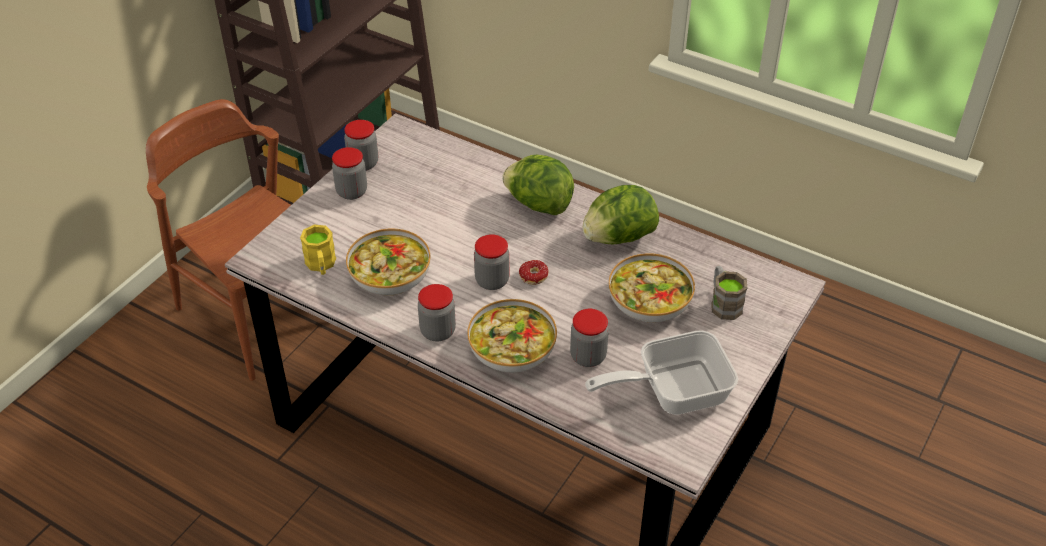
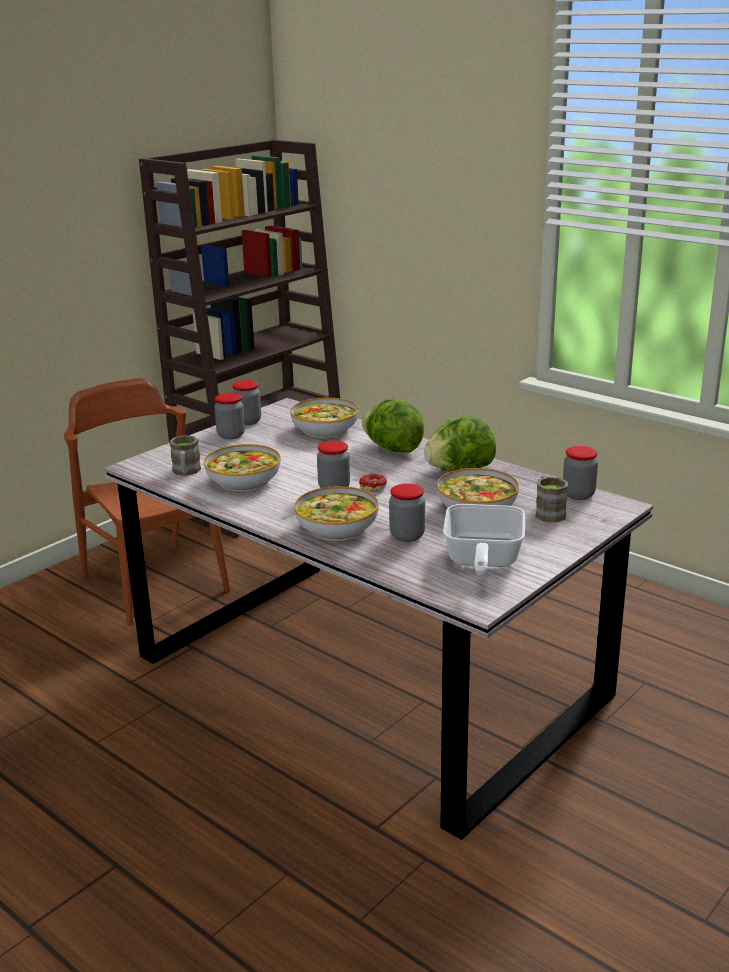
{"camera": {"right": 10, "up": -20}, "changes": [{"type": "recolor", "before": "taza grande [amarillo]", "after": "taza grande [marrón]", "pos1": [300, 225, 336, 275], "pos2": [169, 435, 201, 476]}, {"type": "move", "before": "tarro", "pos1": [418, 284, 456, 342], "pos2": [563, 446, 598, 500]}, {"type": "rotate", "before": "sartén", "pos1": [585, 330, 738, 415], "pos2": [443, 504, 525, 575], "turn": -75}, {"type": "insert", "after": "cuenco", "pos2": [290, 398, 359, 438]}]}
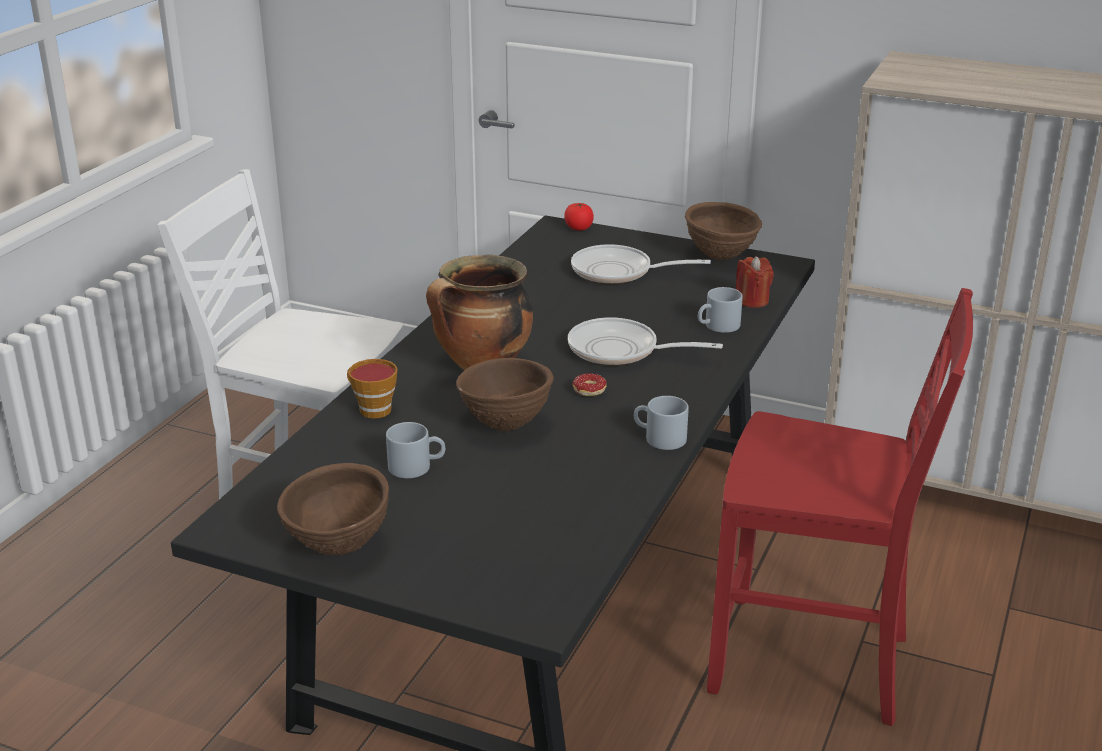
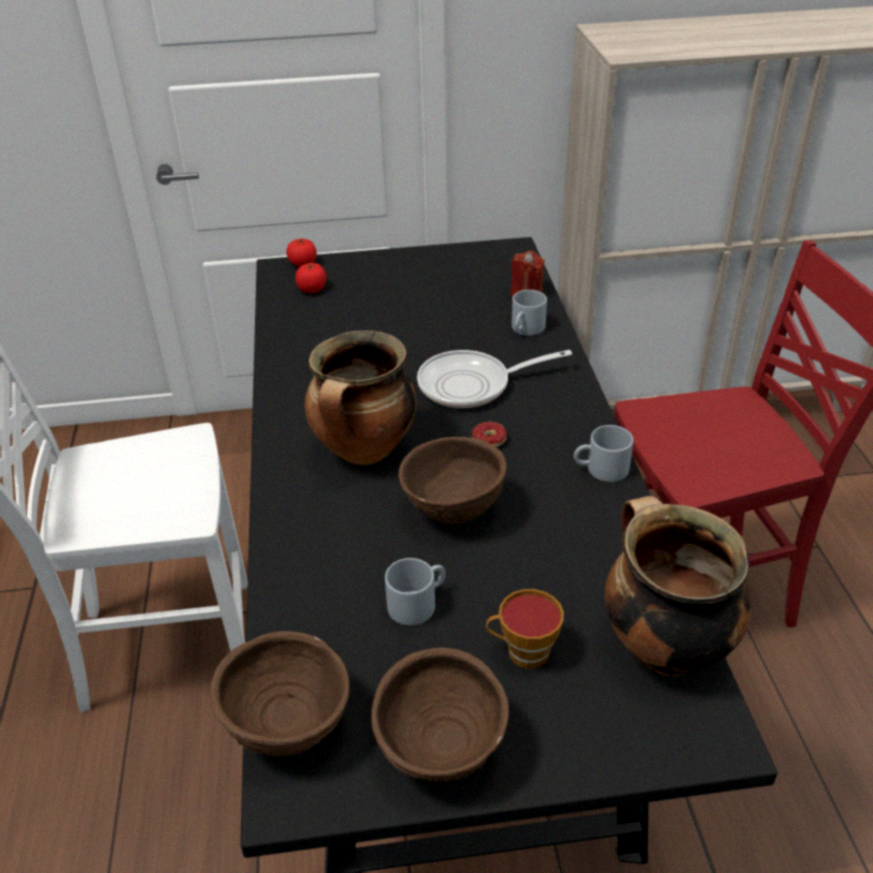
{"camera": {"right": -30, "up": 10}, "changes": [{"type": "move", "before": "cuenco [marrón]", "pos1": [685, 202, 762, 260], "pos2": [210, 631, 350, 756]}, {"type": "delete", "before": "sartén", "pos1": [571, 244, 711, 284]}, {"type": "move", "before": "taza", "pos1": [347, 359, 398, 419], "pos2": [486, 589, 564, 669]}, {"type": "insert", "after": "tomate", "pos2": [295, 263, 326, 293]}, {"type": "insert", "after": "olla", "pos2": [605, 496, 751, 676]}]}
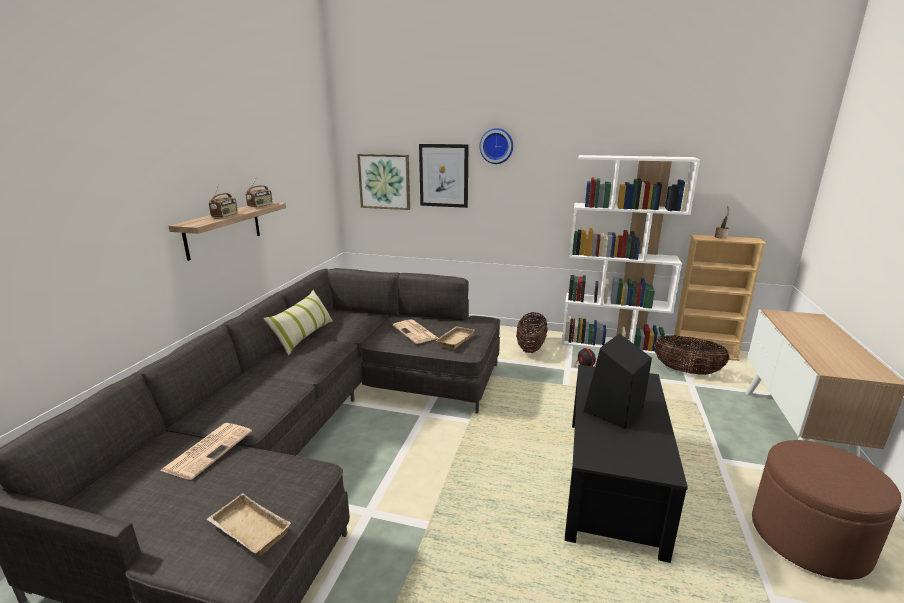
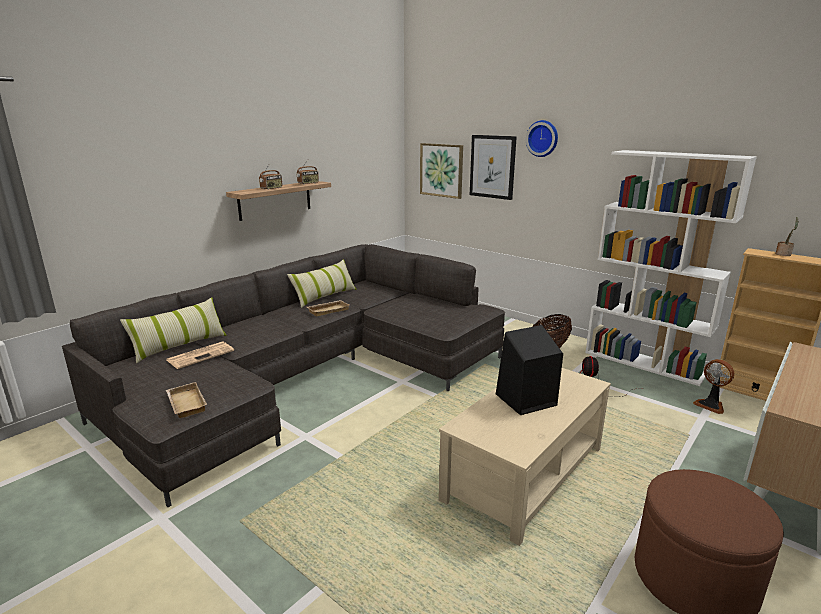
{"camera": {"right": 25, "up": 0}, "changes": [{"type": "delete", "before": "periódico", "pos1": [393, 319, 438, 344]}, {"type": "move", "before": "bandeja [beis]", "pos1": [435, 326, 474, 349], "pos2": [307, 300, 349, 316]}, {"type": "replace", "before": "cesta", "after": "ventilador", "pos1": [654, 335, 729, 375], "pos2": [693, 359, 734, 414]}, {"type": "recolor", "before": "mesa de centro [negro]", "after": "mesa de centro [beis]", "pos1": [565, 365, 688, 563], "pos2": [439, 368, 611, 546]}, {"type": "insert", "after": "cojín", "pos2": [120, 297, 227, 363]}]}
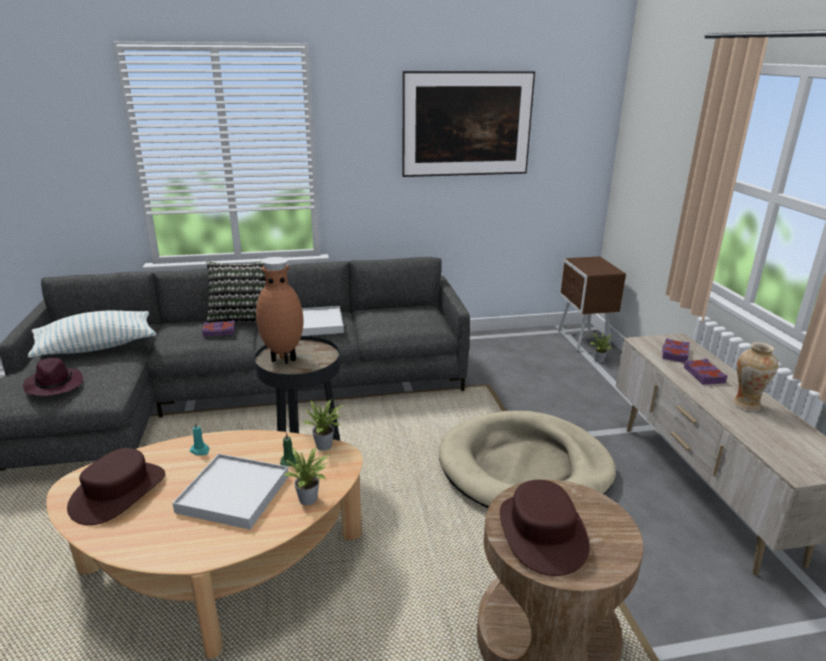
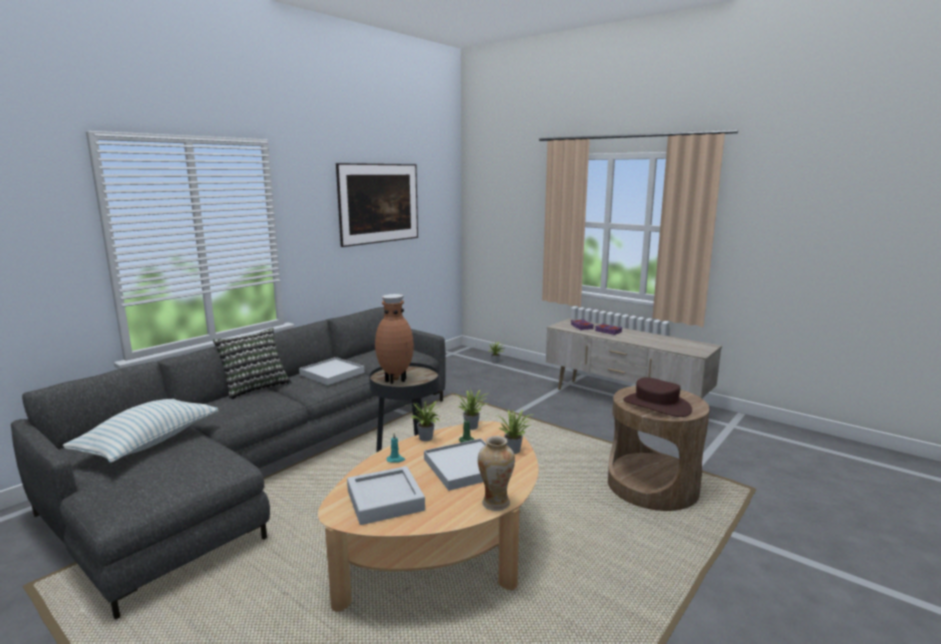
{"camera": {"right": -40, "up": -10}, "changes": [{"type": "delete", "before": "mesita de noche [marrón]", "pos1": [558, 256, 626, 351]}, {"type": "delete", "before": "libro [morado]", "pos1": [202, 320, 235, 337]}, {"type": "move", "before": "florero", "pos1": [732, 342, 778, 412], "pos2": [478, 436, 515, 511]}, {"type": "delete", "before": "sombrero [morado]", "pos1": [23, 358, 83, 396]}, {"type": "delete", "before": "cama para perro [beis]", "pos1": [439, 411, 616, 508]}, {"type": "replace", "before": "sombrero [marrón]", "after": "bandeja [gris]", "pos1": [67, 448, 165, 525], "pos2": [347, 466, 425, 525]}, {"type": "insert", "after": "planta en maceta", "pos2": [408, 400, 440, 441]}]}
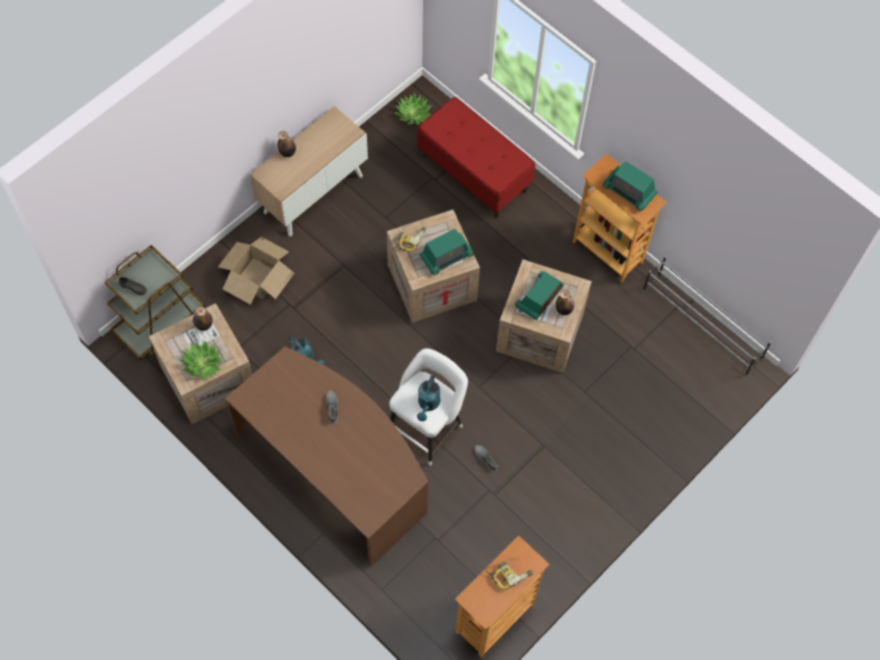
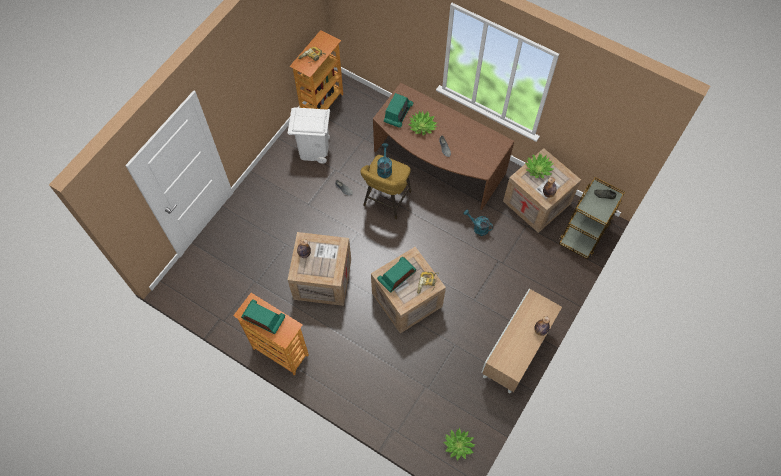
{"camera": {"right": 170, "up": 0}, "changes": [{"type": "delete", "before": "banco [rojo]", "pos1": [417, 97, 535, 218]}, {"type": "delete", "before": "caja de cartón", "pos1": [218, 237, 294, 305]}, {"type": "delete", "before": "zapatero [gris]", "pos1": [642, 256, 771, 376]}, {"type": "move", "before": "radio", "pos1": [515, 271, 564, 320], "pos2": [384, 93, 413, 128]}, {"type": "recolor", "before": "taburete [blanco]", "after": "taburete [amarillo]", "pos1": [389, 348, 468, 466], "pos2": [360, 155, 411, 219]}, {"type": "insert", "after": "papelera [blanco]", "pos2": [288, 107, 330, 163]}, {"type": "insert", "after": "planta en maceta", "pos2": [408, 111, 438, 135]}]}
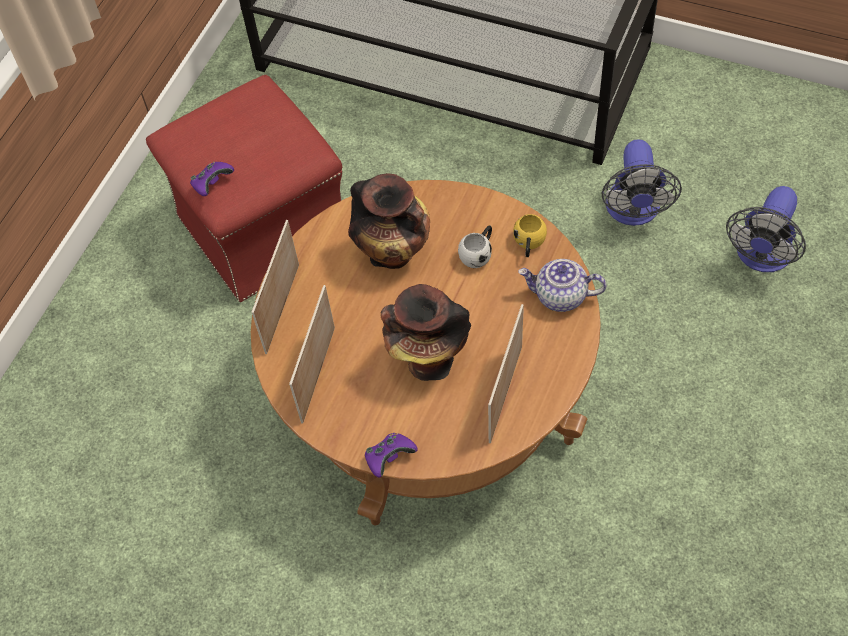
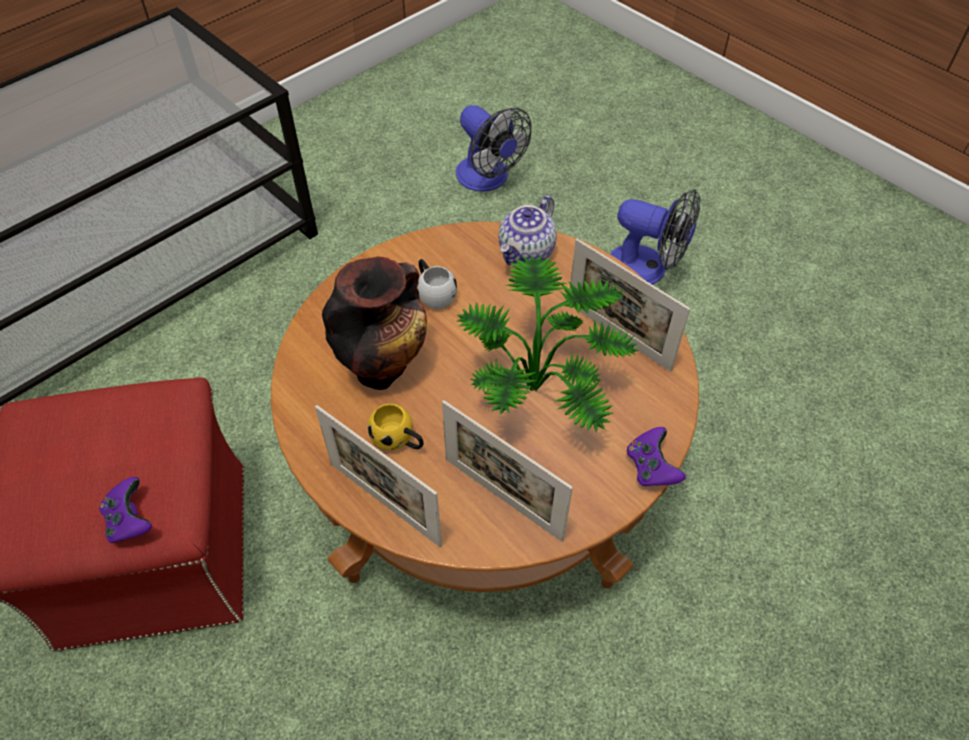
{"camera": {"right": -70, "up": -5}, "changes": [{"type": "move", "before": "ventilador", "pos1": [602, 139, 682, 226], "pos2": [610, 189, 700, 285]}, {"type": "move", "before": "taza grande [amarillo]", "pos1": [513, 214, 547, 257], "pos2": [367, 403, 424, 451]}, {"type": "replace", "before": "florero", "after": "planta en maceta", "pos1": [381, 284, 471, 381], "pos2": [457, 256, 639, 433]}]}
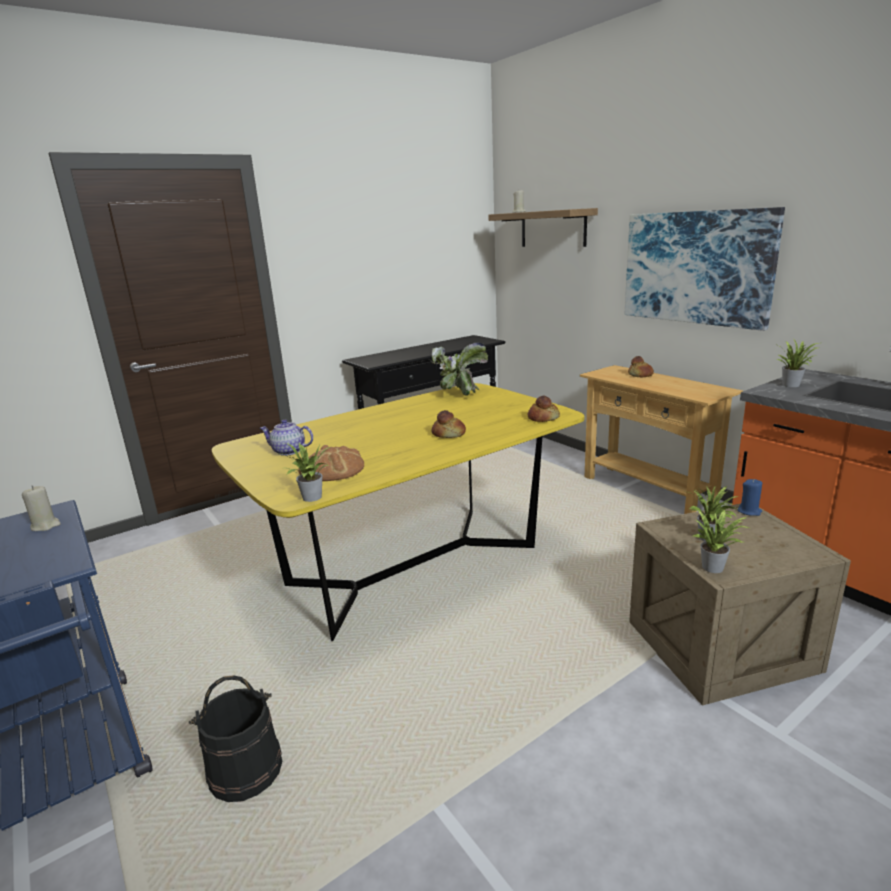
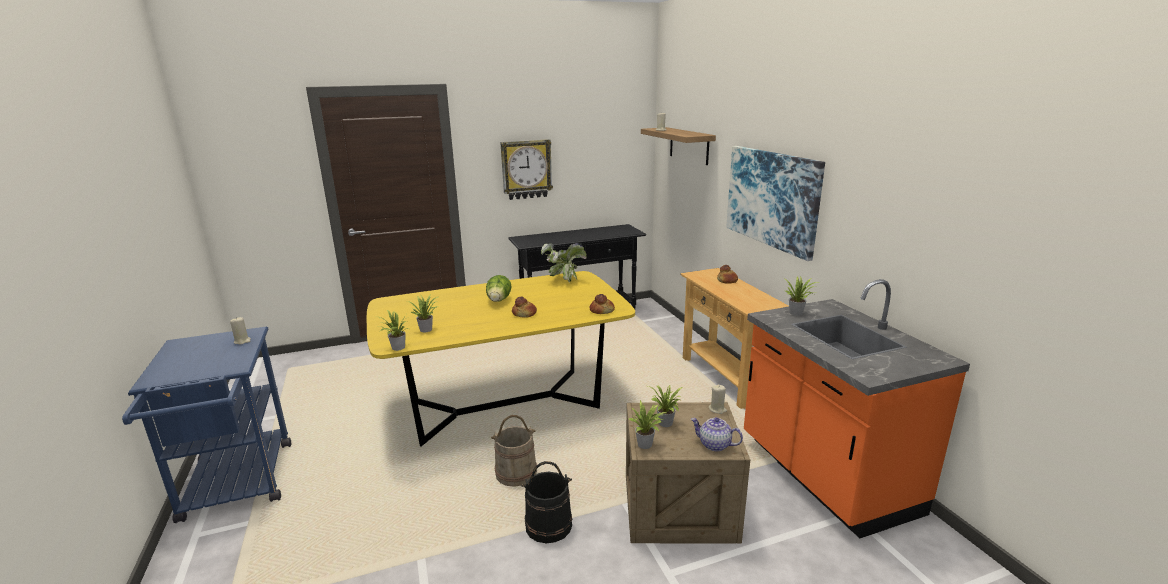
{"camera": {"right": 15, "up": 0}, "changes": [{"type": "move", "before": "tetera", "pos1": [260, 419, 313, 455], "pos2": [691, 417, 743, 451]}, {"type": "replace", "before": "pan", "after": "planta en maceta", "pos1": [298, 445, 364, 481], "pos2": [407, 294, 438, 332]}, {"type": "recolor", "before": "vela [azul]", "after": "vela [beis]", "pos1": [737, 479, 762, 516], "pos2": [709, 385, 727, 414]}, {"type": "move", "before": "cubo [negro]", "pos1": [189, 675, 282, 802], "pos2": [521, 461, 572, 543]}, {"type": "insert", "after": "reloj de pared", "pos2": [500, 139, 553, 200]}, {"type": "insert", "after": "lechuga", "pos2": [486, 275, 512, 302]}, {"type": "insert", "after": "cubo [beis]", "pos2": [491, 415, 537, 487]}]}
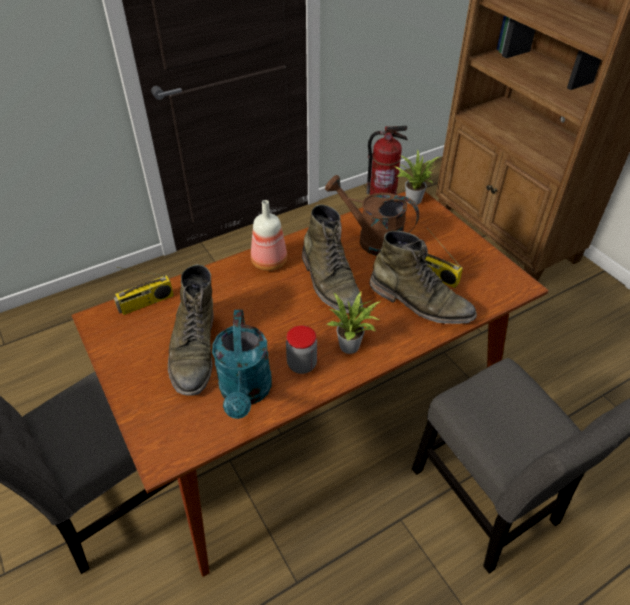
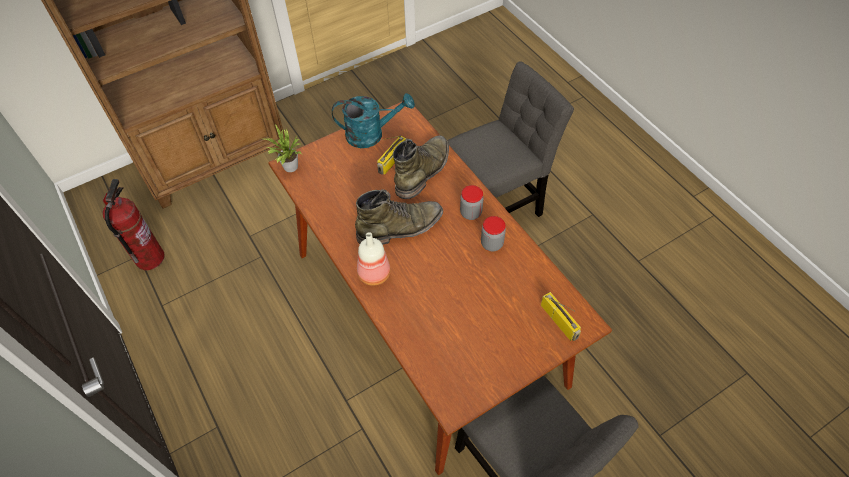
{"camera": {"right": -90, "up": 10}, "changes": [{"type": "delete", "before": "regadera [marrón]", "pos1": [325, 175, 419, 256]}, {"type": "delete", "before": "bota [verde]", "pos1": [168, 264, 214, 396]}, {"type": "move", "before": "radio", "pos1": [114, 267, 174, 315], "pos2": [541, 292, 581, 341]}, {"type": "replace", "before": "planta en maceta", "after": "tarro", "pos1": [326, 292, 381, 354], "pos2": [460, 185, 483, 220]}, {"type": "move", "before": "regadera [turquesa]", "pos1": [212, 309, 272, 419], "pos2": [332, 93, 415, 148]}]}
